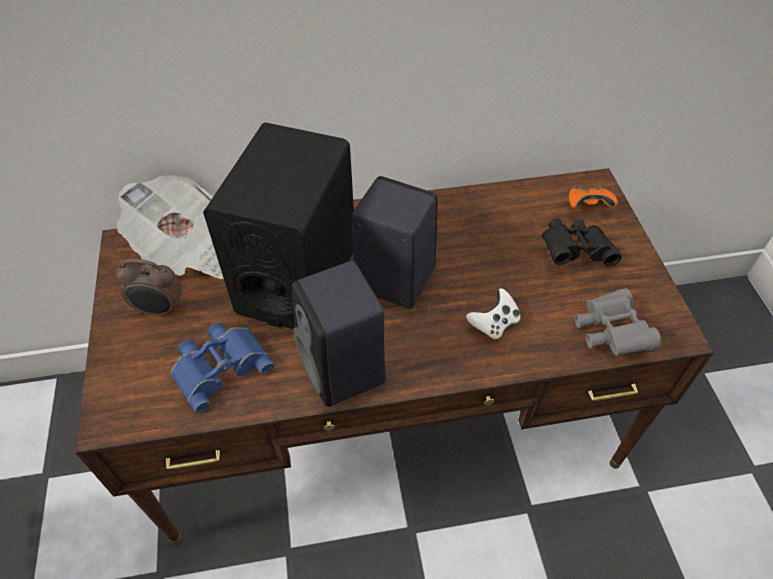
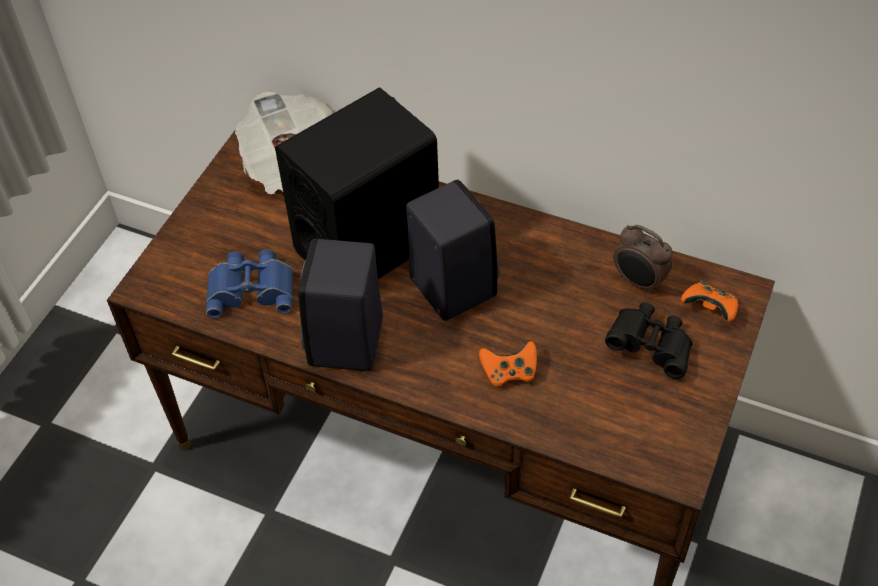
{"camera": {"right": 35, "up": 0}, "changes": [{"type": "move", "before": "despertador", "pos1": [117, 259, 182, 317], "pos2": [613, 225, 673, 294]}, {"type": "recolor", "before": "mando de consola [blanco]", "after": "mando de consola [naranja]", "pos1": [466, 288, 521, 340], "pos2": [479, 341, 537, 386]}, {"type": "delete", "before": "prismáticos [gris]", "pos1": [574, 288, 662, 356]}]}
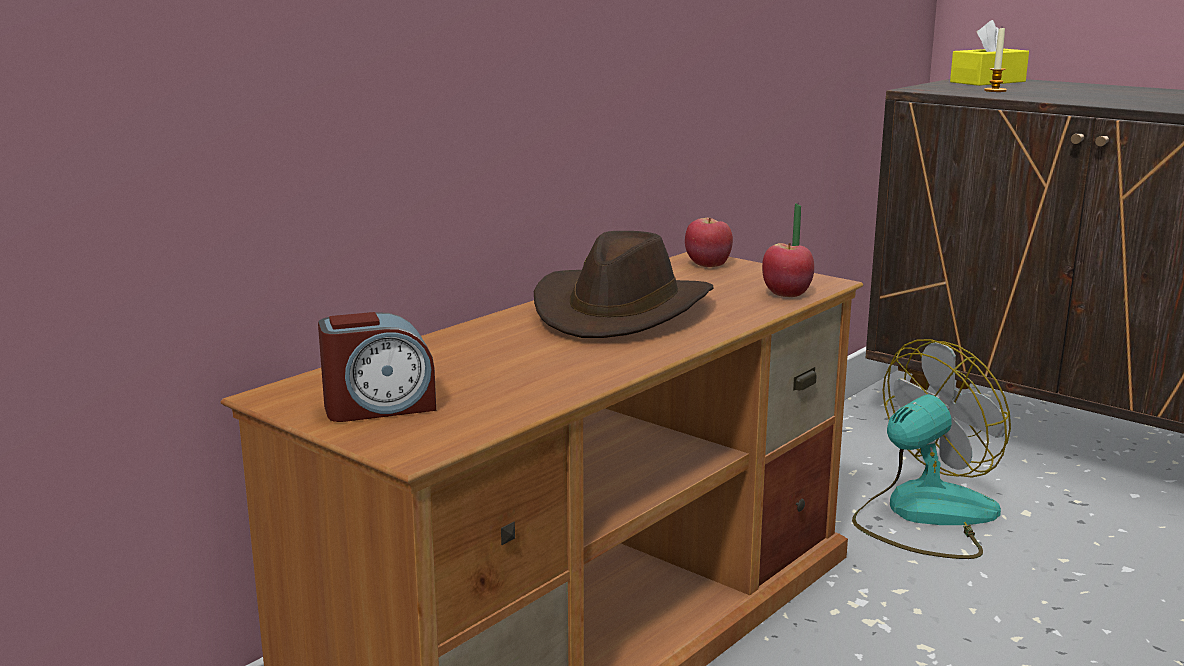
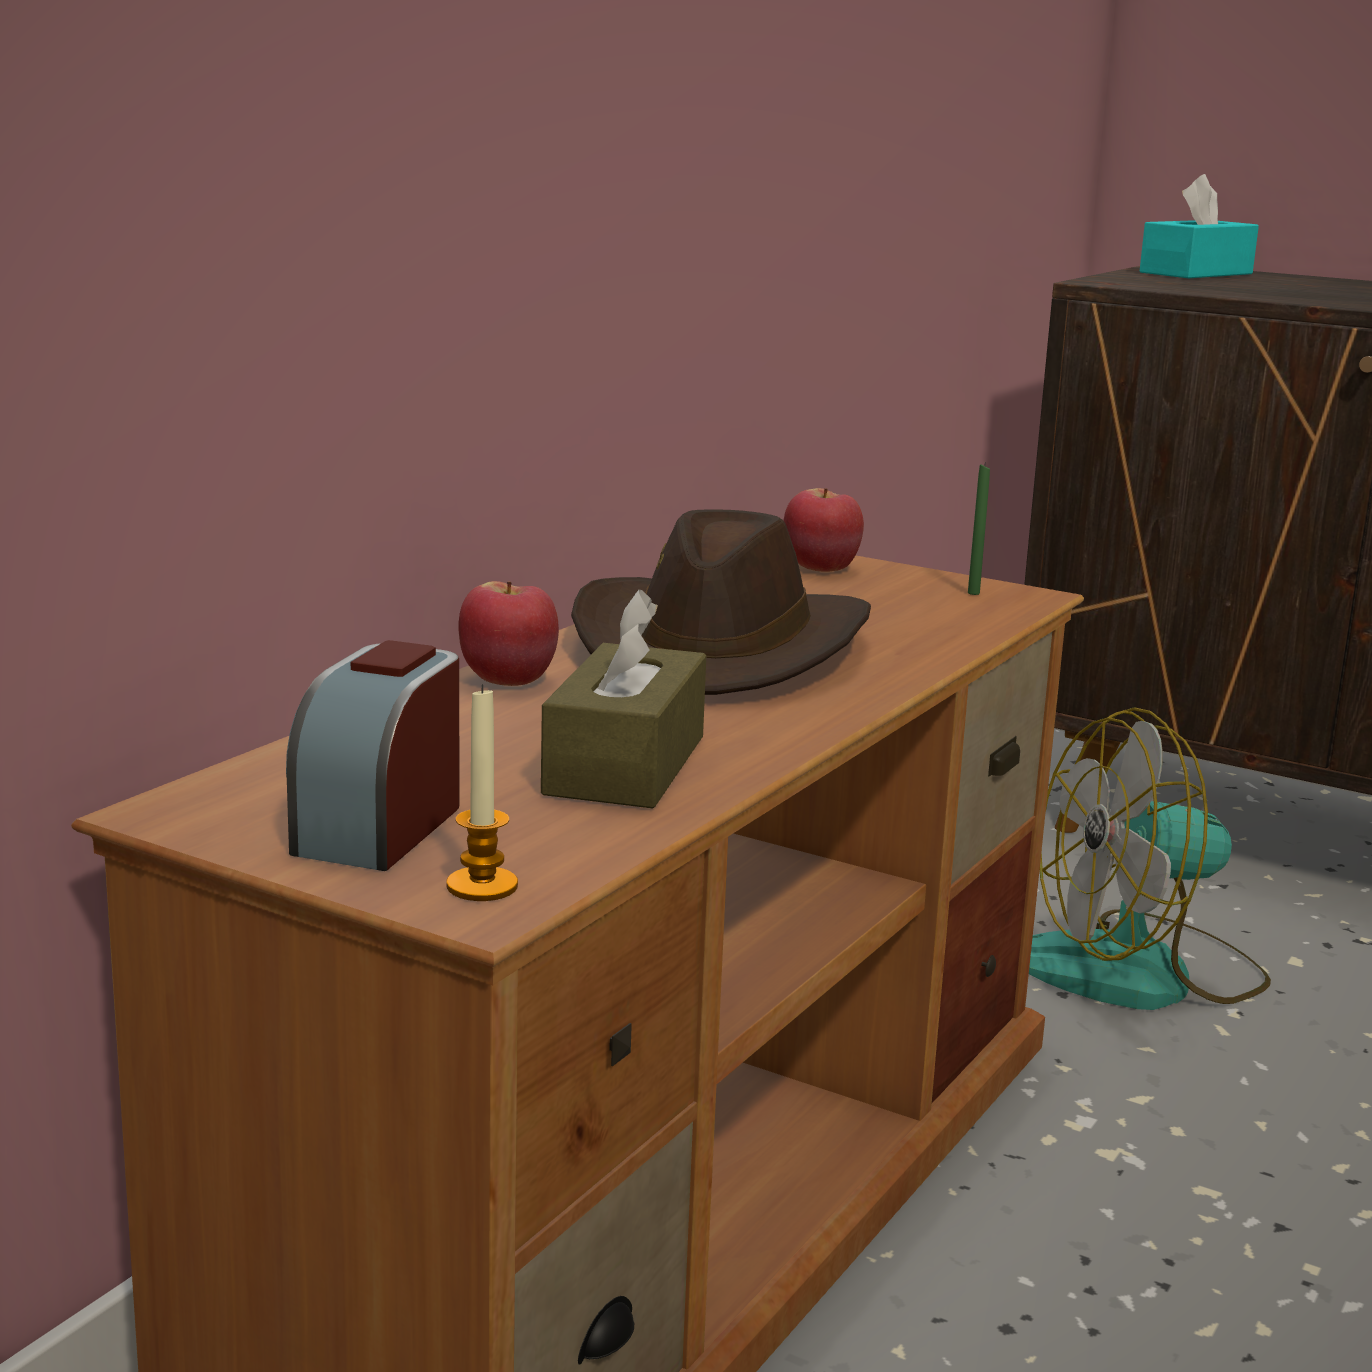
{"camera": {"right": -10, "up": 0}, "changes": [{"type": "recolor", "before": "caja de pañuelos [amarillo]", "after": "caja de pañuelos [turquesa]", "pos1": [950, 20, 1029, 86], "pos2": [1140, 174, 1259, 278]}, {"type": "move", "before": "vela", "pos1": [984, 28, 1007, 92], "pos2": [446, 684, 518, 901]}, {"type": "move", "before": "manzana", "pos1": [762, 243, 814, 297], "pos2": [458, 581, 559, 686]}, {"type": "rotate", "before": "despertador", "pos1": [318, 312, 436, 422], "pos2": [286, 640, 459, 871], "turn": 135}, {"type": "rotate", "before": "ventilador", "pos1": [852, 339, 1011, 559], "pos2": [1029, 707, 1271, 1010], "turn": -150}, {"type": "insert", "after": "caja de pañuelos [marrón]", "pos2": [541, 590, 706, 808]}]}
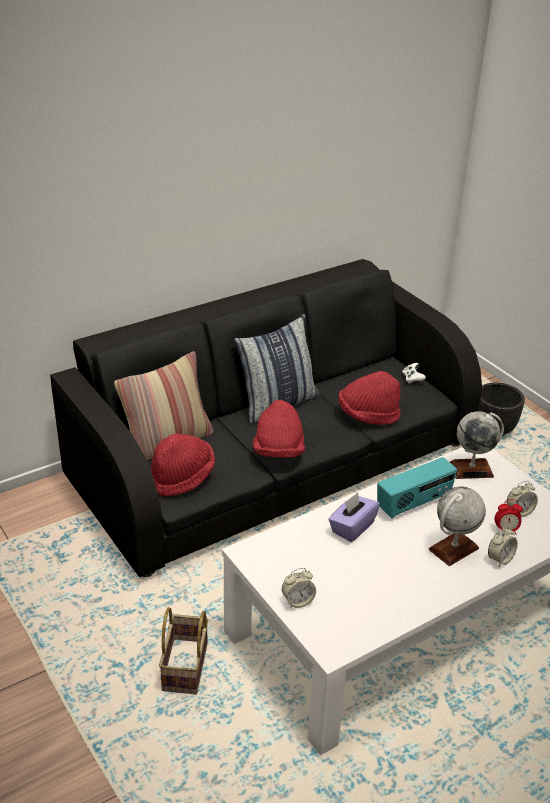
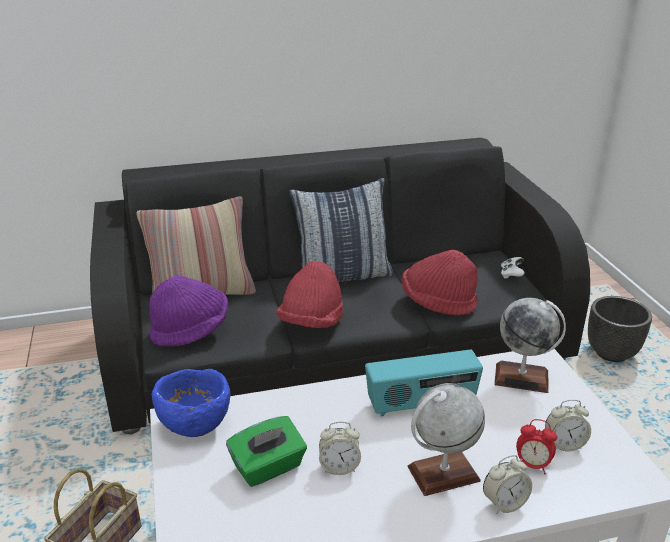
{"camera": {"right": 20, "up": -5}, "changes": [{"type": "recolor", "before": "sombrero [rojo]", "after": "sombrero [morado]", "pos1": [151, 434, 215, 497], "pos2": [149, 276, 229, 347]}, {"type": "delete", "before": "caja de pañuelos [morado]", "pos1": [328, 492, 380, 542]}, {"type": "move", "before": "despertador", "pos1": [282, 568, 316, 609], "pos2": [319, 422, 361, 475]}, {"type": "insert", "after": "cuenco [azul]", "pos2": [151, 369, 230, 437]}, {"type": "insert", "after": "caja de pañuelos [verde]", "pos2": [226, 416, 307, 487]}]}
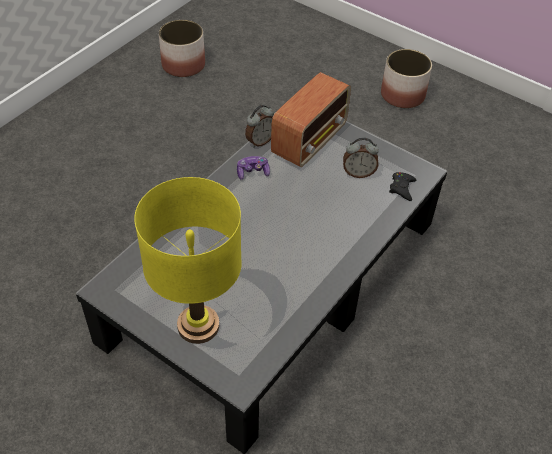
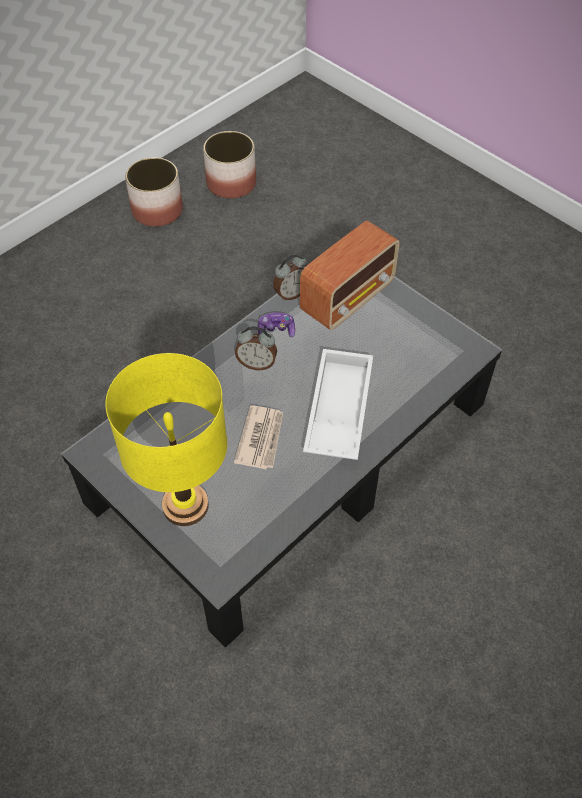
{"camera": {"right": 10, "up": 5}, "changes": [{"type": "move", "before": "maceta", "pos1": [381, 49, 432, 108], "pos2": [125, 157, 183, 227]}, {"type": "move", "before": "despertador", "pos1": [343, 138, 379, 178], "pos2": [235, 326, 277, 370]}, {"type": "delete", "before": "mando de consola [negro]", "pos1": [389, 172, 416, 201]}, {"type": "insert", "after": "bandeja [blanco]", "pos2": [303, 349, 373, 460]}, {"type": "insert", "after": "periódico", "pos2": [234, 405, 283, 469]}]}
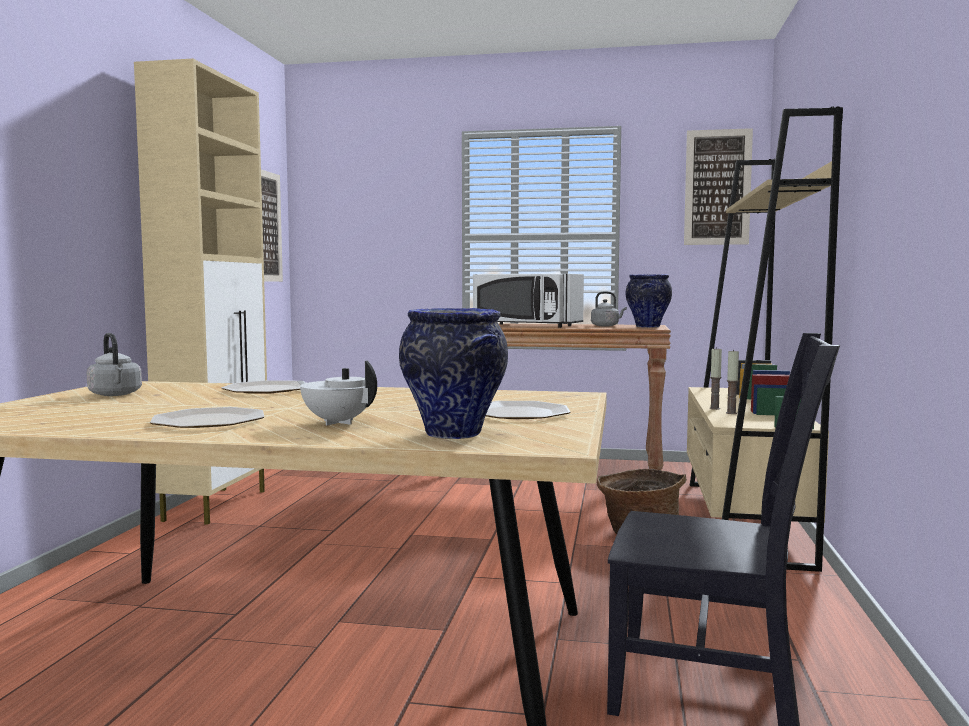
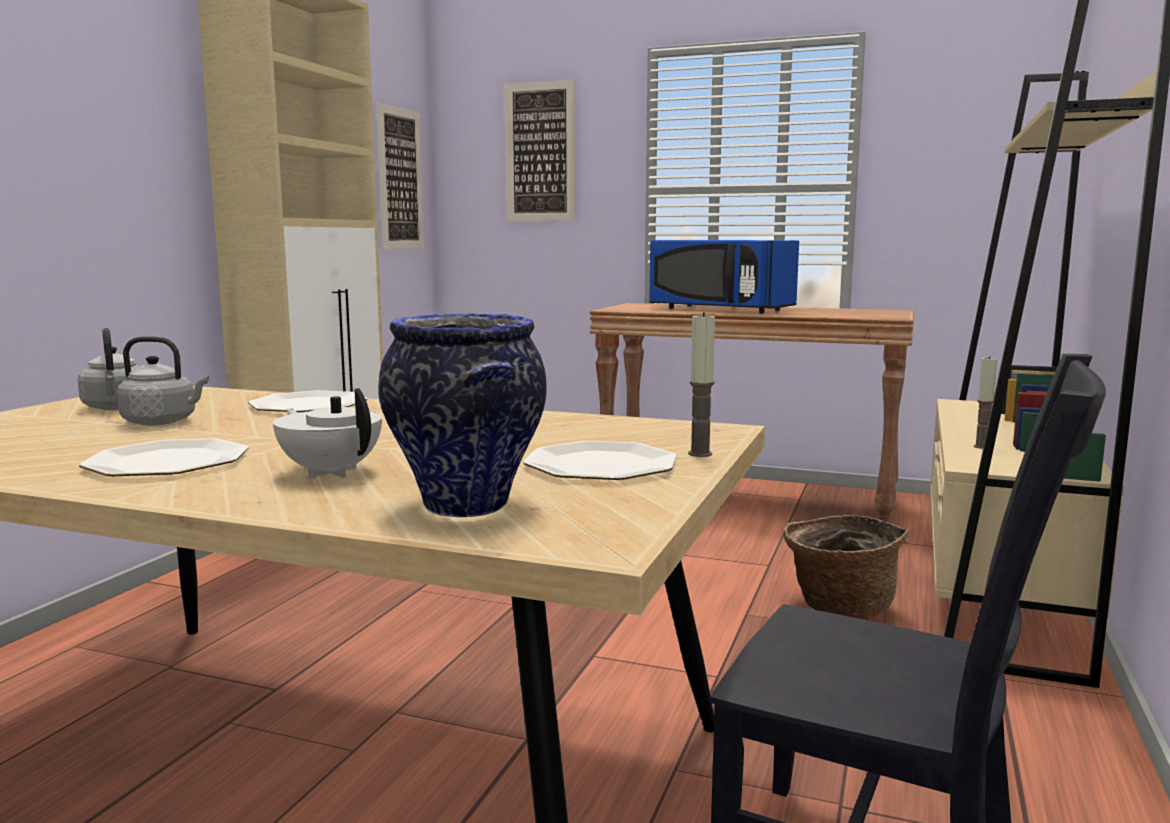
{"camera": {"right": 10, "up": 5}, "changes": [{"type": "move", "before": "cuadro", "pos1": [684, 128, 753, 245], "pos2": [504, 80, 575, 221]}, {"type": "recolor", "before": "microondas [blanco]", "after": "microondas [azul]", "pos1": [473, 274, 584, 328], "pos2": [649, 240, 799, 313]}, {"type": "delete", "before": "florero", "pos1": [626, 274, 672, 328]}, {"type": "move", "before": "hervidor [gris]", "pos1": [591, 292, 627, 326], "pos2": [117, 337, 209, 425]}, {"type": "move", "before": "vela", "pos1": [709, 348, 722, 410], "pos2": [688, 312, 715, 457]}]}
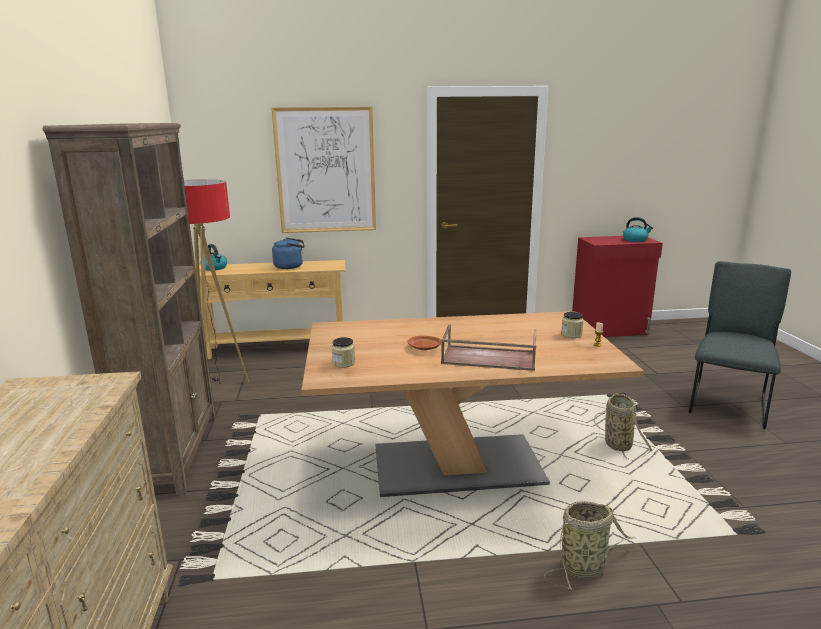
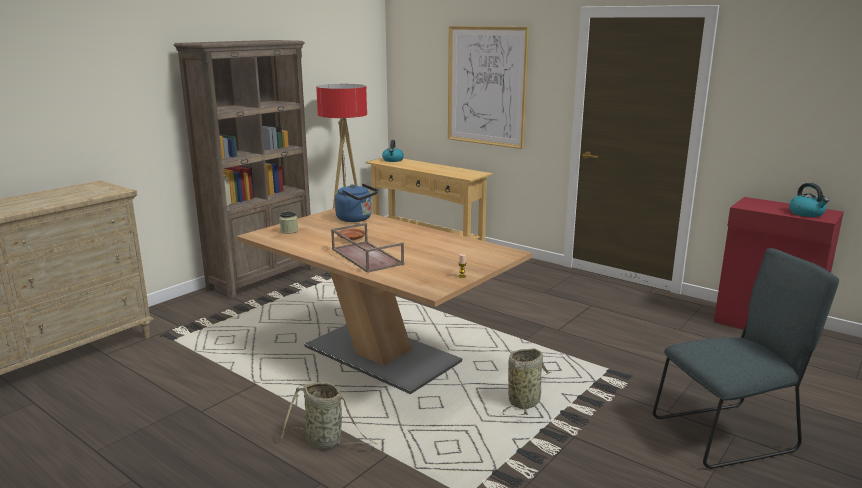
{"camera": {"right": 45, "up": 0}, "changes": [{"type": "move", "before": "hervidor [azul]", "pos1": [272, 238, 305, 269], "pos2": [335, 183, 378, 222]}, {"type": "delete", "before": "tarro", "pos1": [561, 312, 584, 338]}]}
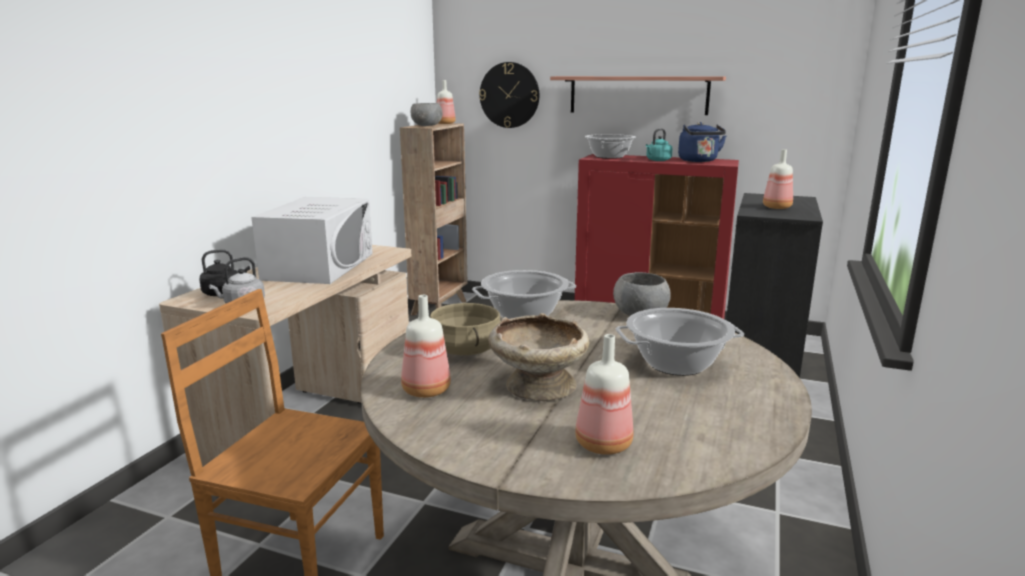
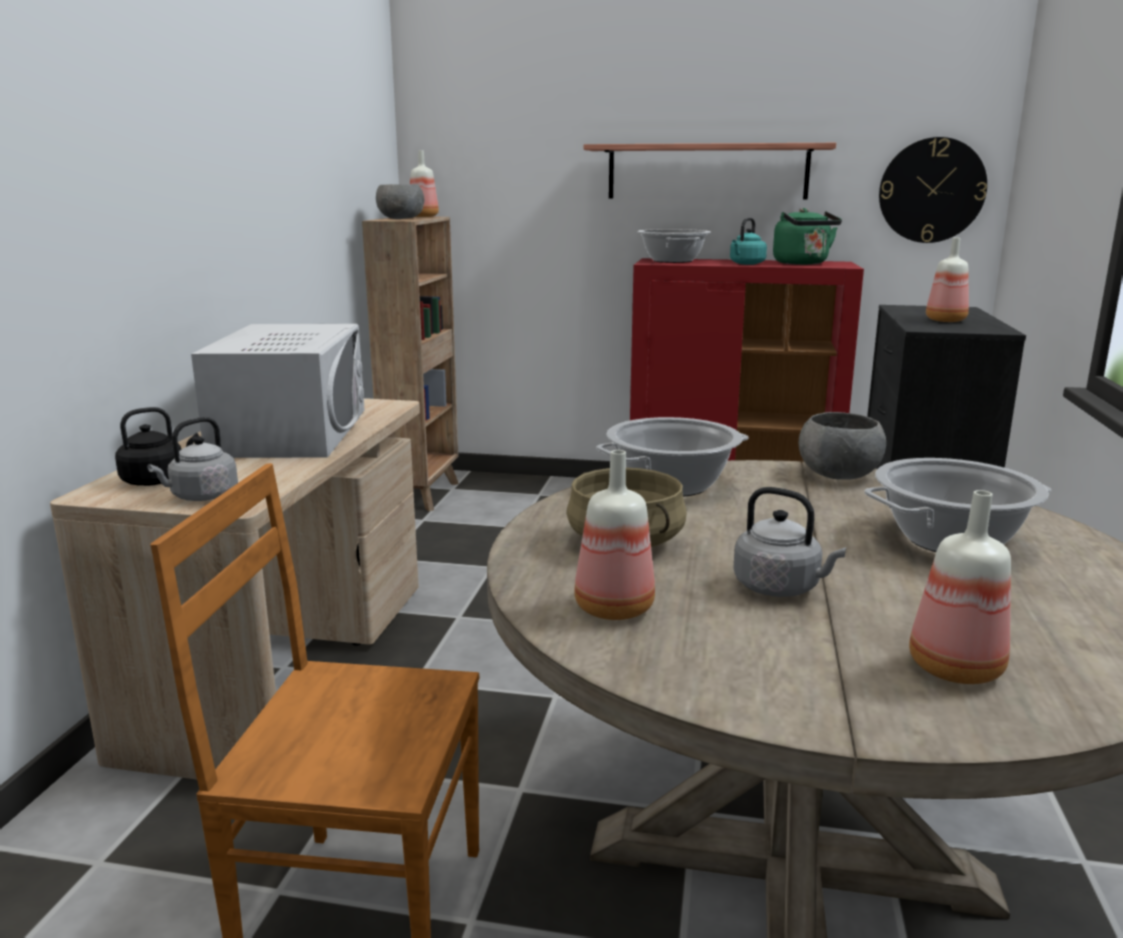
{"camera": {"right": -10, "up": 0}, "changes": [{"type": "move", "before": "reloj de pared", "pos1": [479, 62, 539, 128], "pos2": [879, 137, 987, 243]}, {"type": "recolor", "before": "hervidor [azul]", "after": "hervidor [verde]", "pos1": [678, 122, 726, 162], "pos2": [773, 208, 842, 265]}, {"type": "replace", "before": "cuenco [beis]", "after": "hervidor [gris]", "pos1": [488, 313, 590, 401], "pos2": [733, 487, 846, 597]}]}
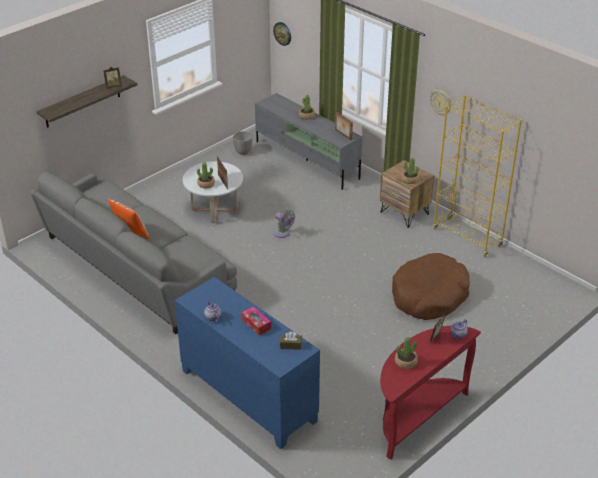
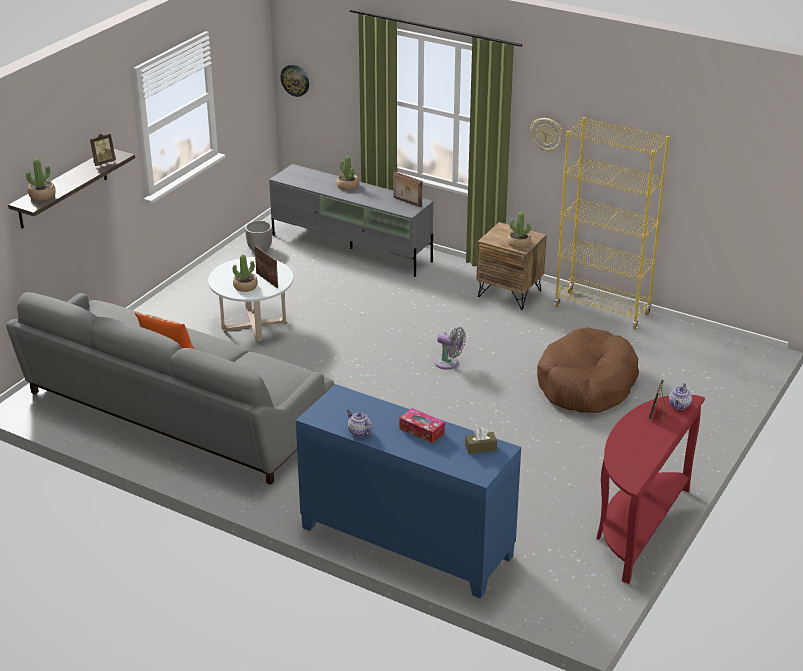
{"camera": {"right": -15, "up": -5}, "changes": [{"type": "move", "before": "ventilador [gris]", "pos1": [273, 210, 295, 238], "pos2": [435, 327, 466, 370]}, {"type": "move", "before": "planta en maceta", "pos1": [395, 337, 418, 369], "pos2": [26, 159, 56, 200]}]}
